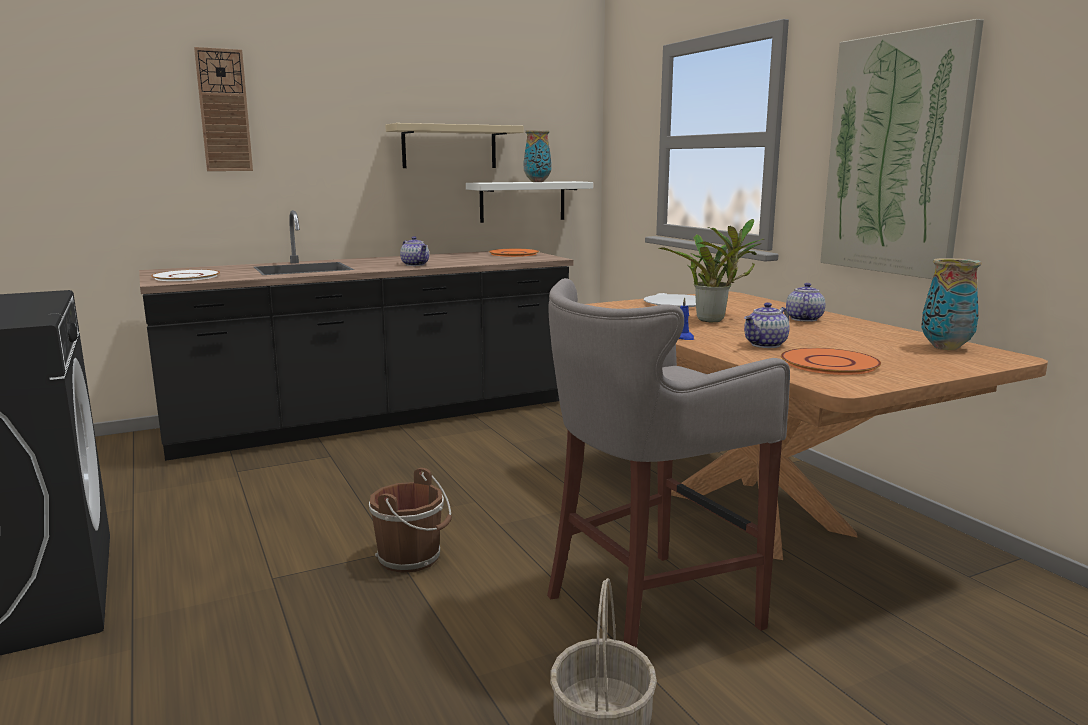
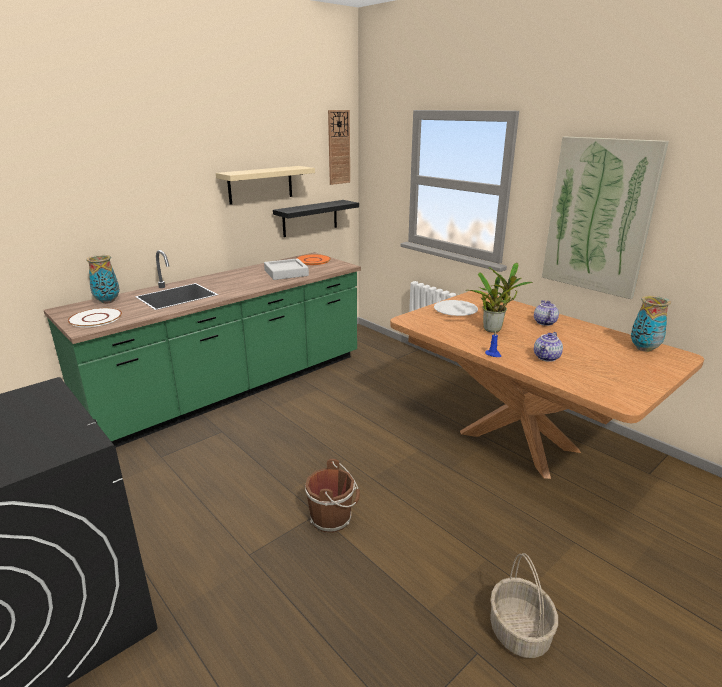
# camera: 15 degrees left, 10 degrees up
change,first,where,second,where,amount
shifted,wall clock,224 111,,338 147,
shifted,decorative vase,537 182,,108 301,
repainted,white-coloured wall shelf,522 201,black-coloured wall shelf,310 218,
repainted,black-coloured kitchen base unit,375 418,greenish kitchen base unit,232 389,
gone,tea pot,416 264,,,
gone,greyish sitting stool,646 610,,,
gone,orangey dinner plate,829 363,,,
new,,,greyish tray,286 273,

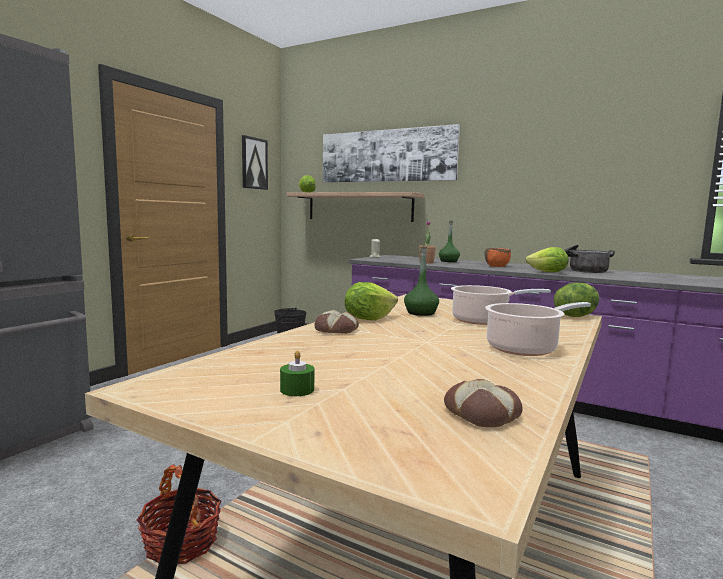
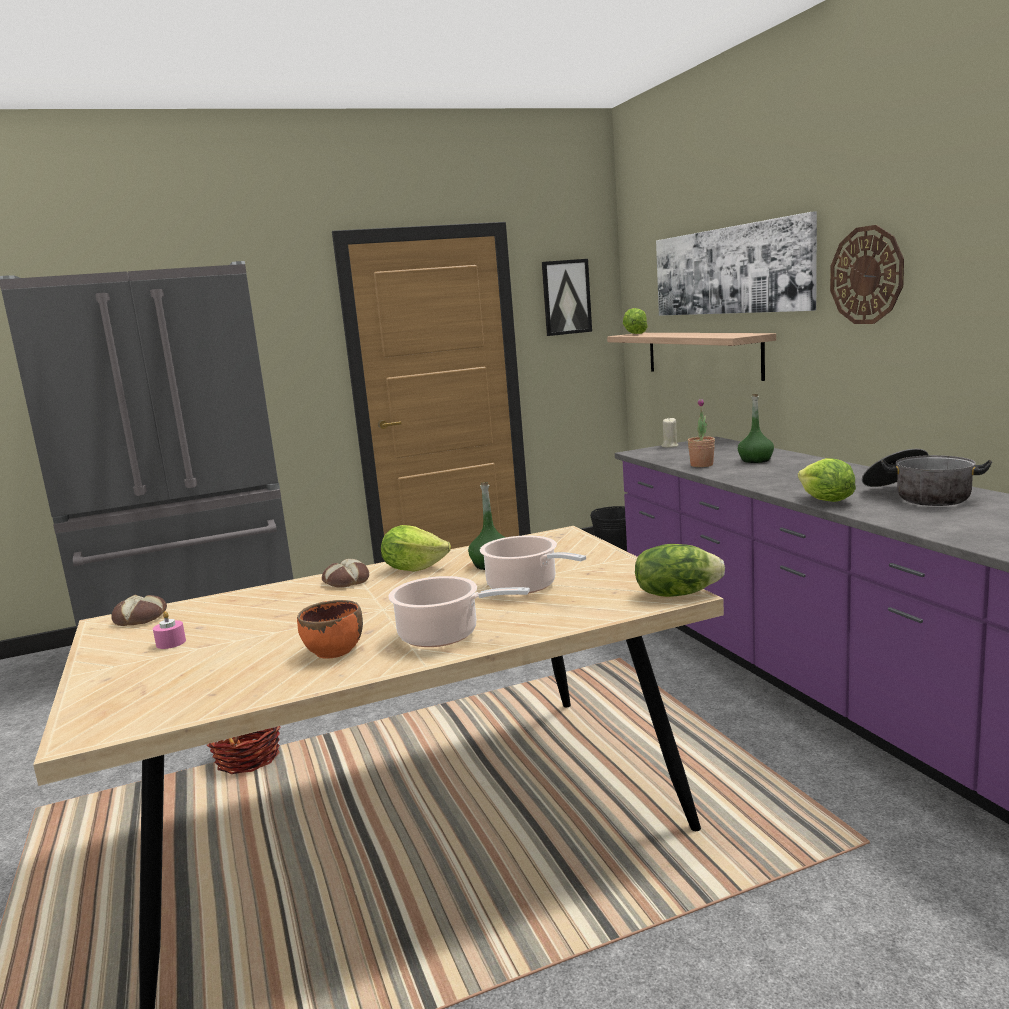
# camera: 40 degrees right, 5 degrees up
change,first,where,second,where,amount
shifted,orangey bowl,497 266,,334 651,
repainted,greenish wax light,297 390,pinkish wax light,171 643,
shifted,bakery bread,483 413,,141 618,
new,,,wall clock,866 275,

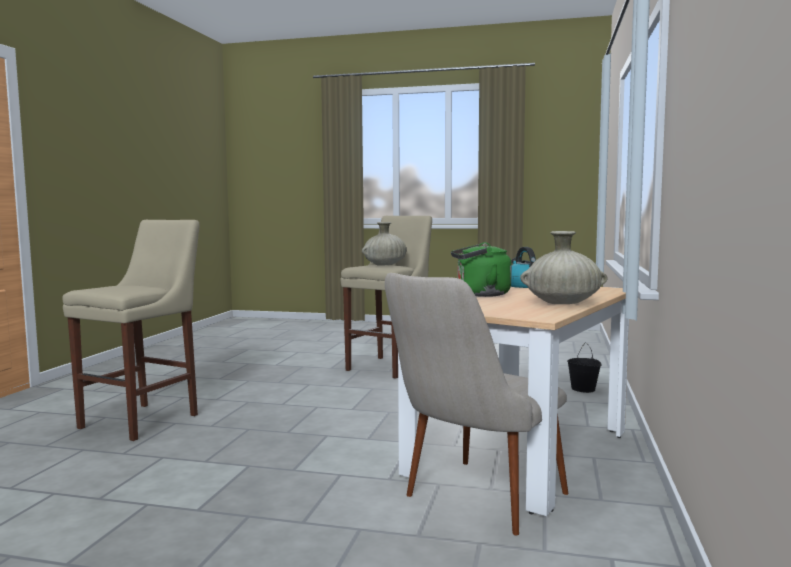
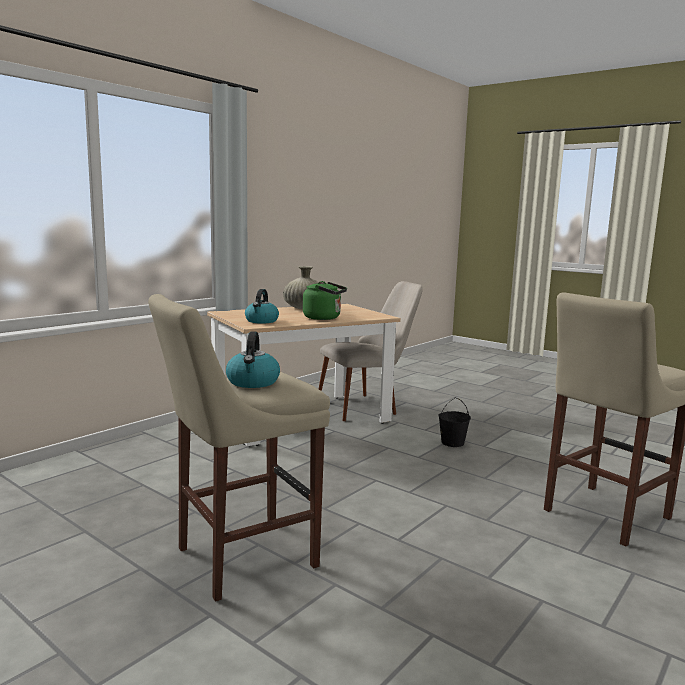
# camera: 155 degrees left, 5 degrees up
change,first,where,second,where,amount
swapped,beige-coloured decorative vase,385 265,tea kettle,253 382,
shifted,black-coloured pail,583 389,,452 442,

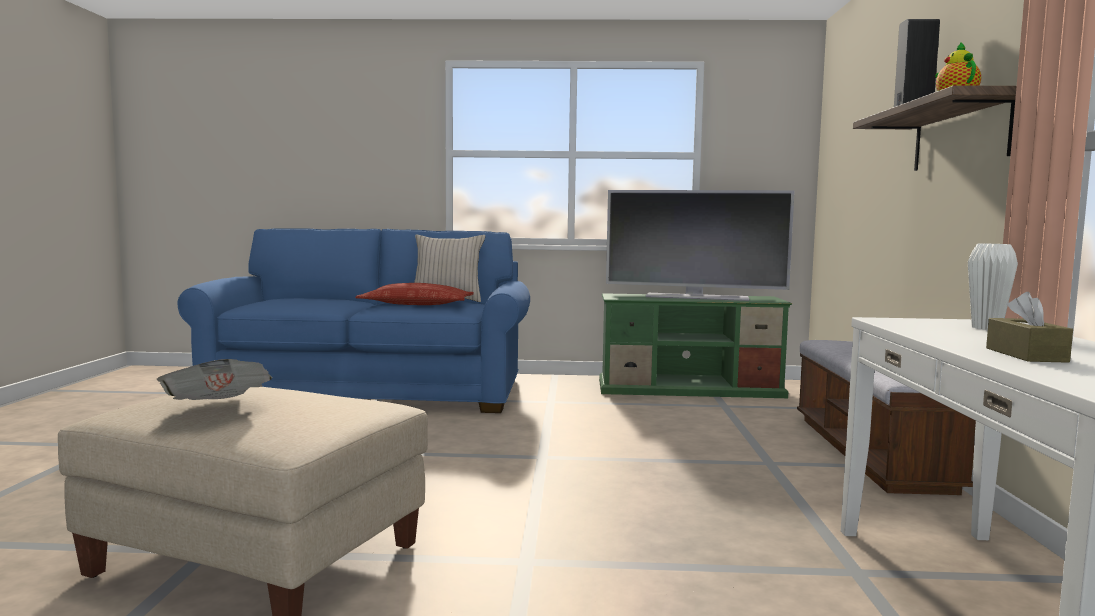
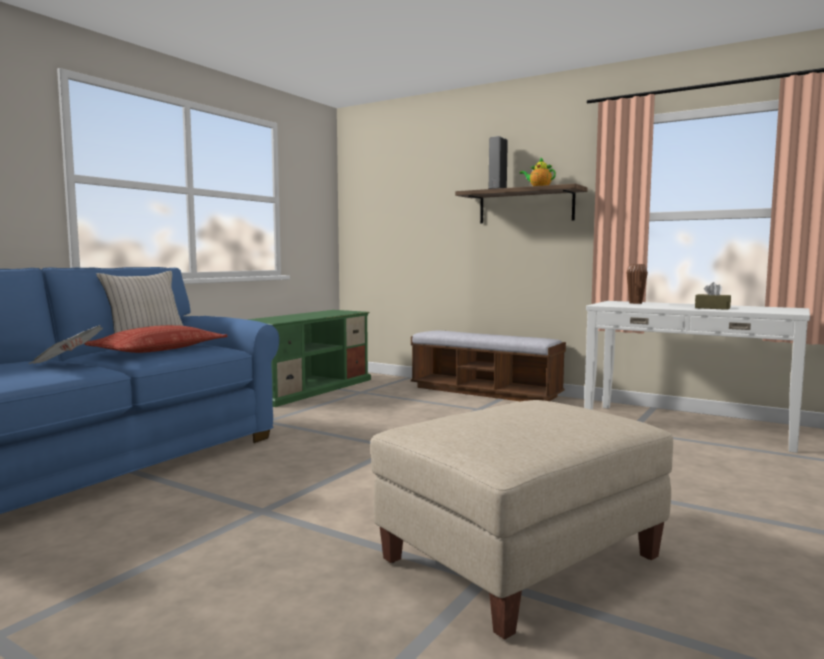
# camera: 60 degrees left, 0 degrees up
change,first,where,second,where,amount
gone,TV,696 297,,,
repainted,white-coloured decorative vase,986 328,brown decorative vase,635 303,
shifted,newspaper,218 410,,67 363,

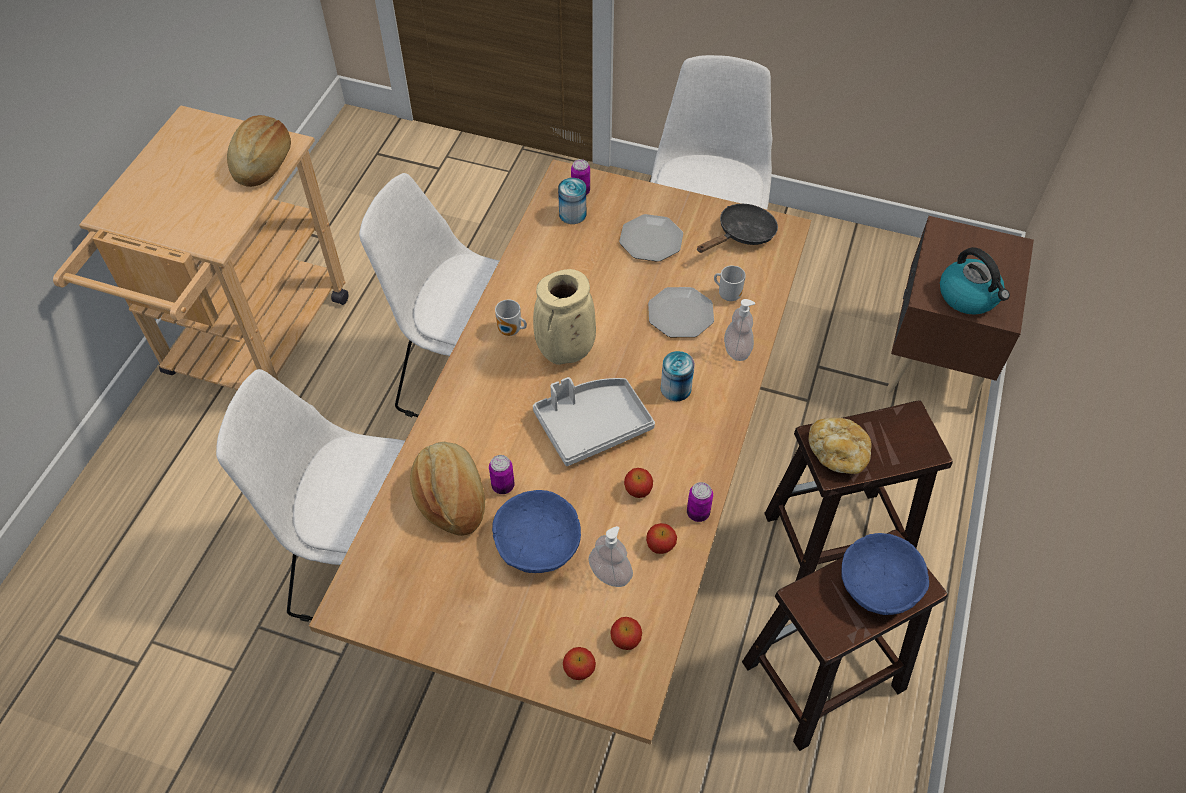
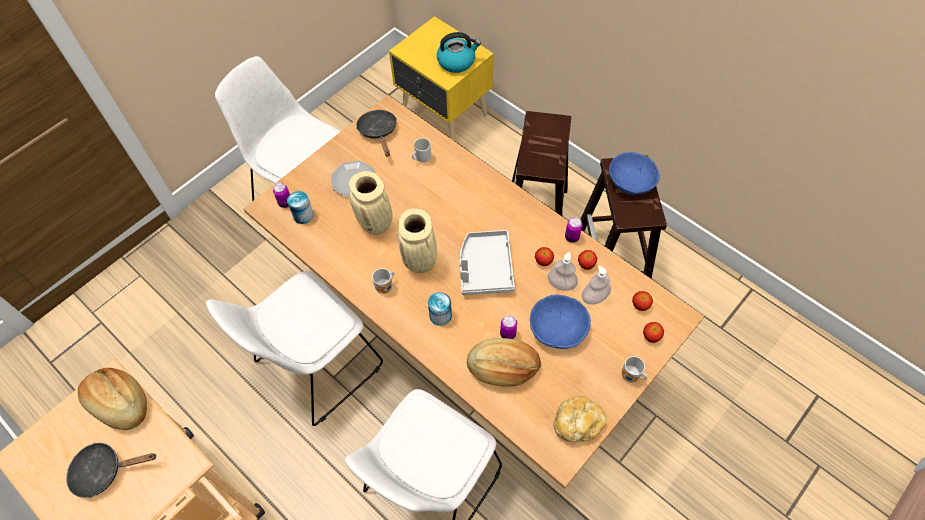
# camera: 65 degrees left, 5 degrees up
change,first,where,second,where,amount
repainted,brown bedside table,933 360,yellow-coloured bedside table,444 114,
gone,dinner plate,680 314,,,
shifted,liquid soap bottle,737 350,,561 284,
shifted,sealed can,676 388,,440 315,
shifted,bakery bread,837 454,,577 423,
new,,,beige-coloured decorative vase,376 225,
new,,,coffee mug,630 376,
new,,,black-coloured frying pan,104 471,

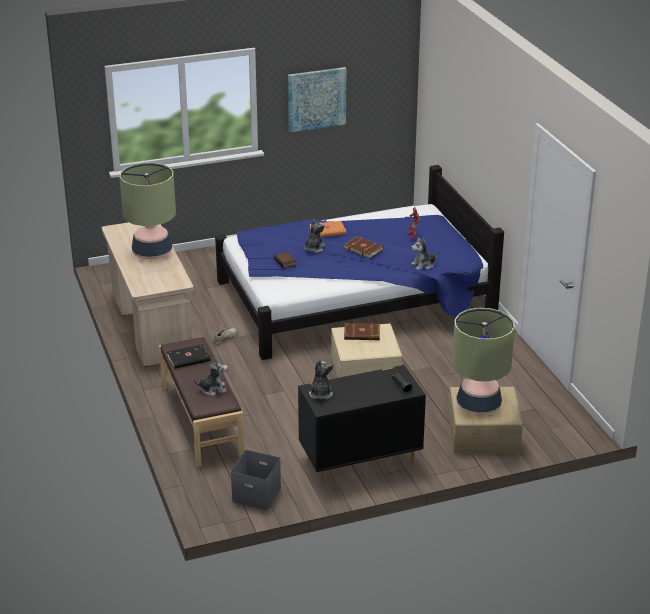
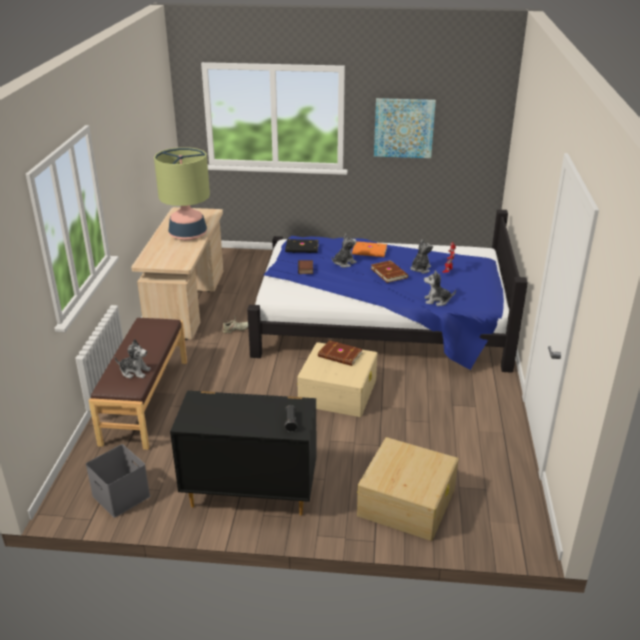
# camera: 25 degrees right, 0 degrees up
change,first,where,second,where,amount
gone,lamp for a table,478 405,,,
shifted,black-coloured volume,189 359,,302 248,
shifted,cuddly toy,320 393,,420 269,

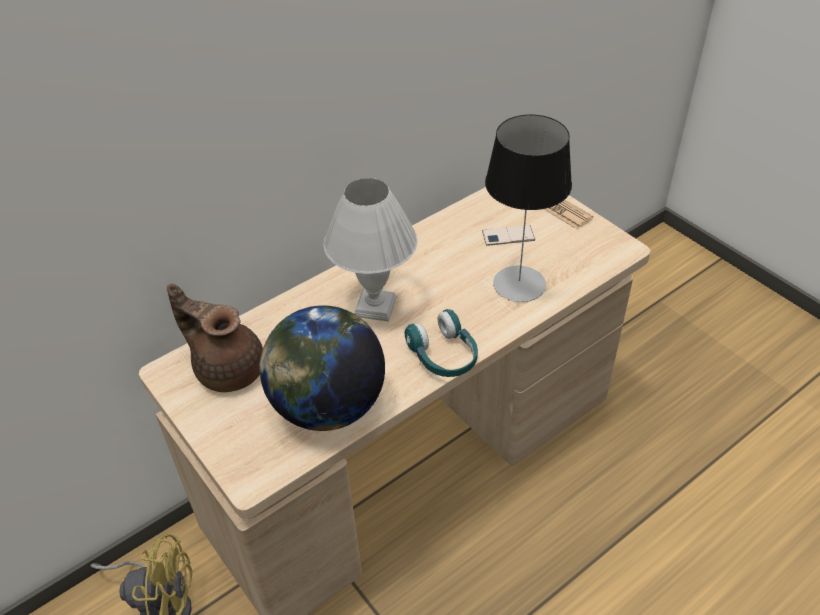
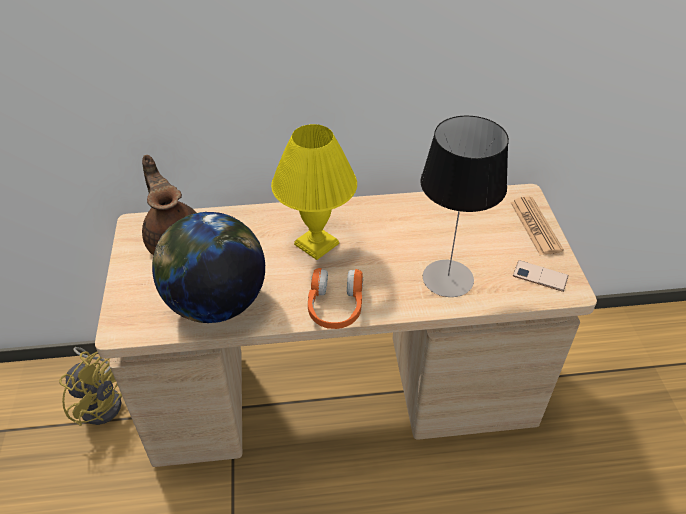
# camera: 30 degrees right, 0 degrees up
change,first,where,second,where,amount
repainted,white-coloured lamp for a table,376 306,yellow-coloured lamp for a table,317 244,
shifted,phone,508 236,,540 276,
repainted,turquoise-coloured headset,443 356,orangey headset,335 307,

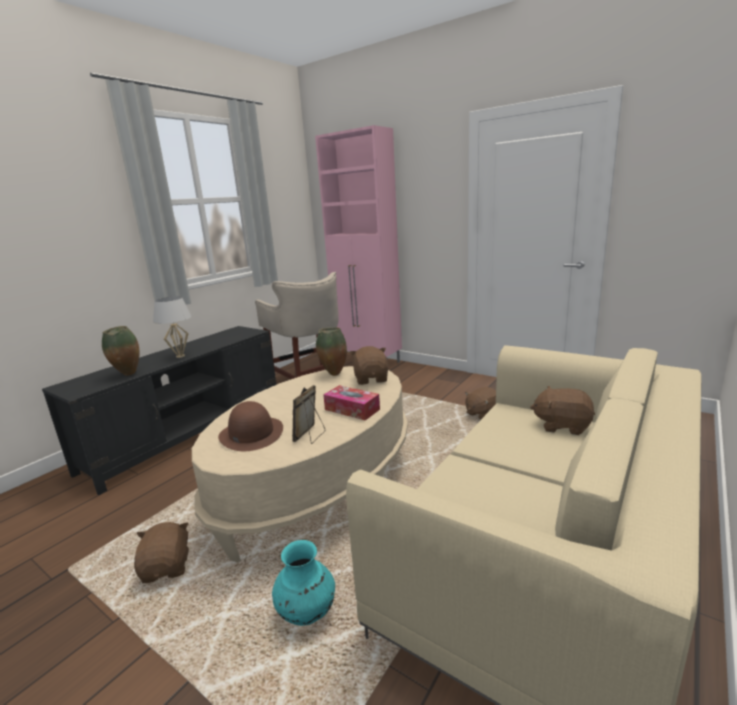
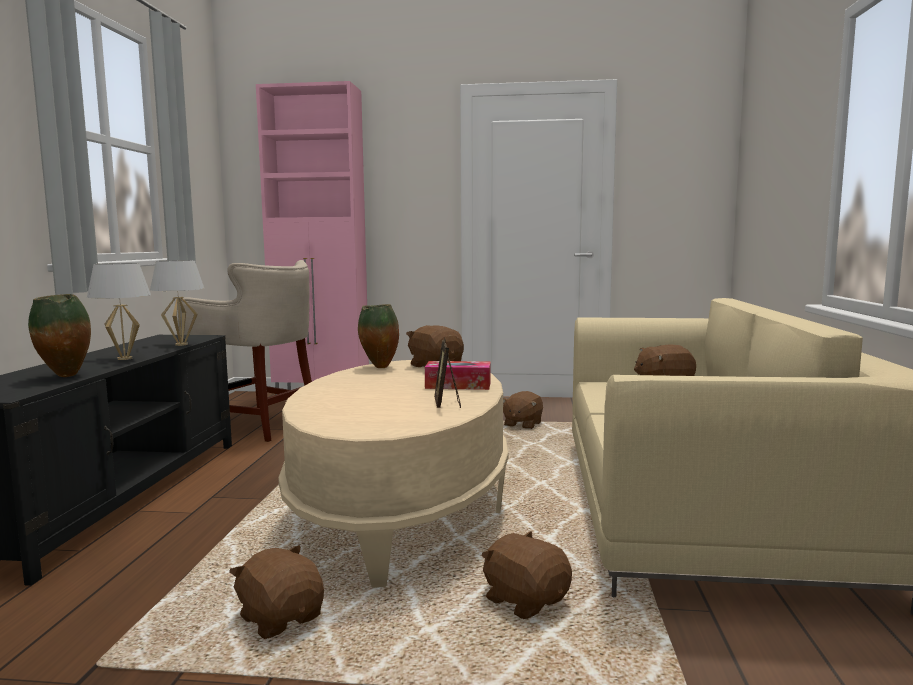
# camera: 30 degrees left, 10 degrees down
change,first,where,second,where,amount
gone,brown clothing hat,251 433,,,
swapped,turquoise-coloured decorative vase,306 612,brown cuddly toy,525 600,
new,,,white-coloured lamp for a table,181 344,

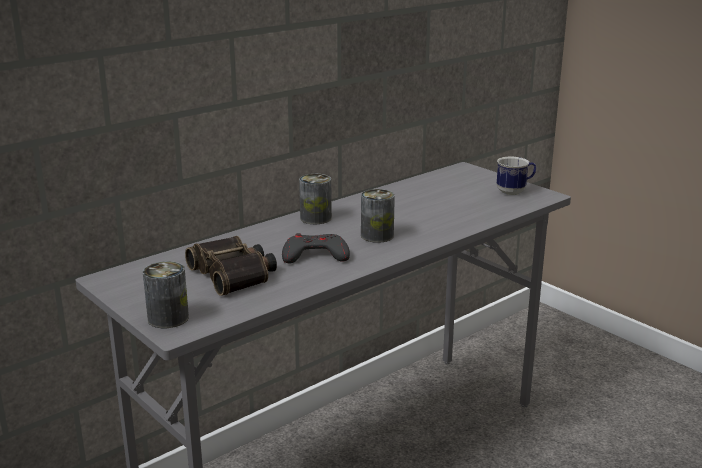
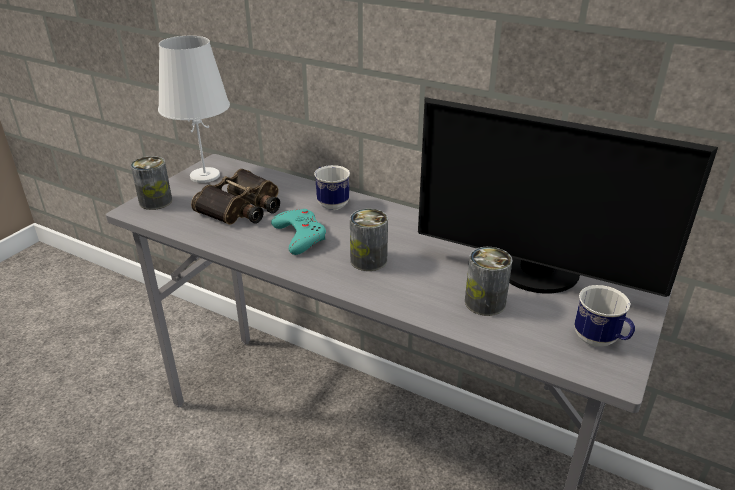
# camera: 70 degrees right, 10 degrees up
change,first,where,second,where,amount
shifted,sealed can,315 218,,485 302,
repainted,greyish joypad,315 255,turquoise-coloured joypad,300 236,
new,,,white-coloured lamp for a table,204 176,
new,,,monitor,535 274,
new,,,coffee mug,330 203,

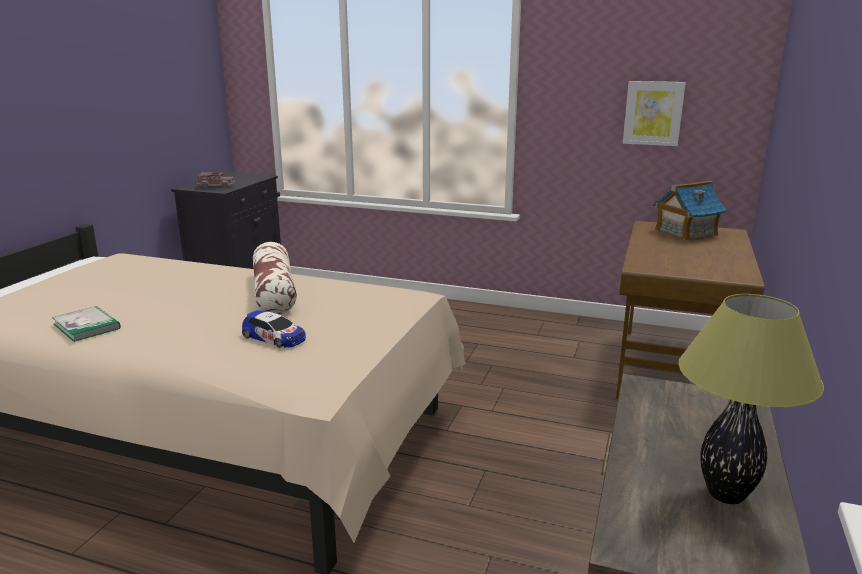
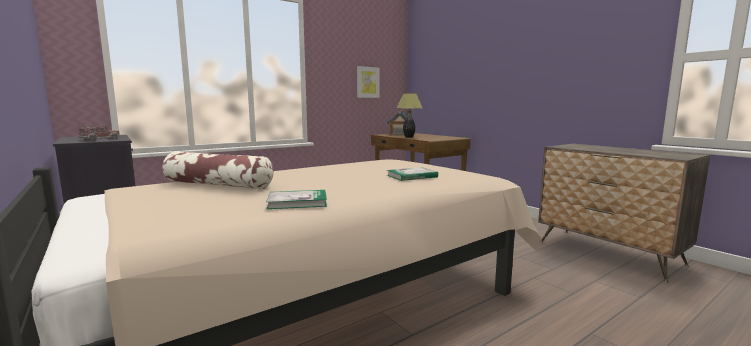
# camera: 55 degrees left, 10 degrees down
change,first,where,second,where,amount
shifted,throw pillow,274 292,,218 185,
shifted,lamp for a table,727 494,,409 137,
swapped,miniature car,274 337,volume,412 176,

